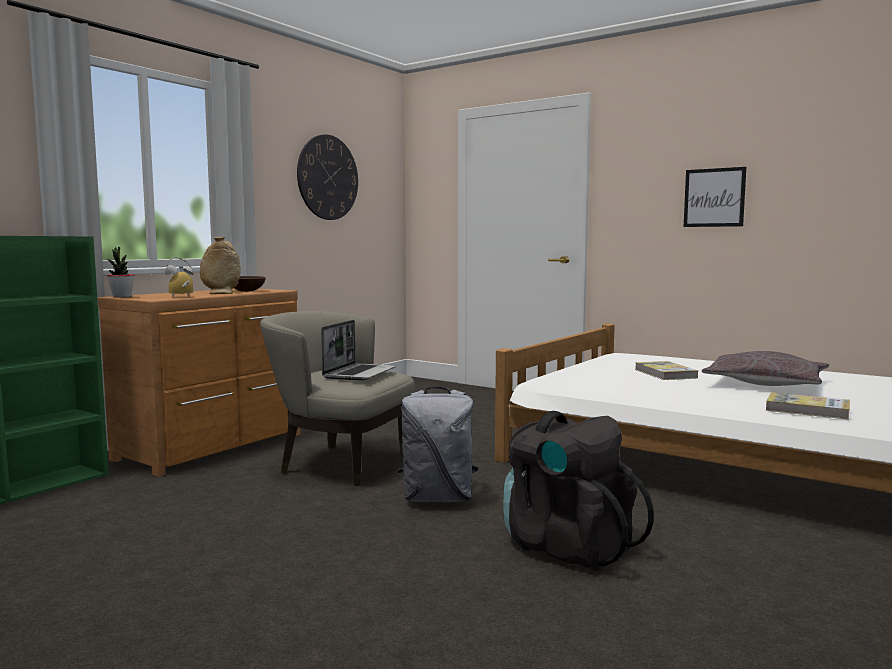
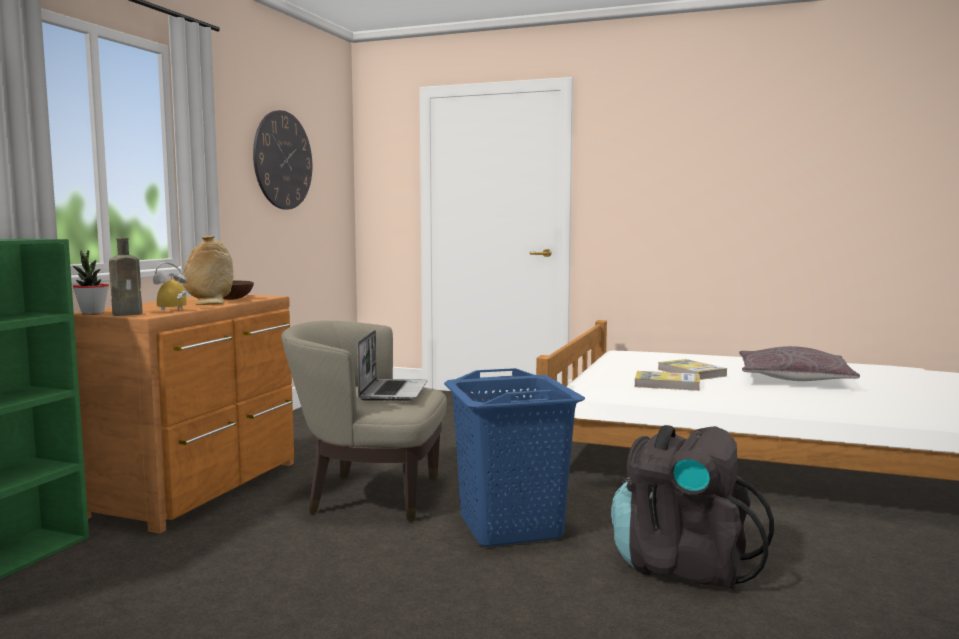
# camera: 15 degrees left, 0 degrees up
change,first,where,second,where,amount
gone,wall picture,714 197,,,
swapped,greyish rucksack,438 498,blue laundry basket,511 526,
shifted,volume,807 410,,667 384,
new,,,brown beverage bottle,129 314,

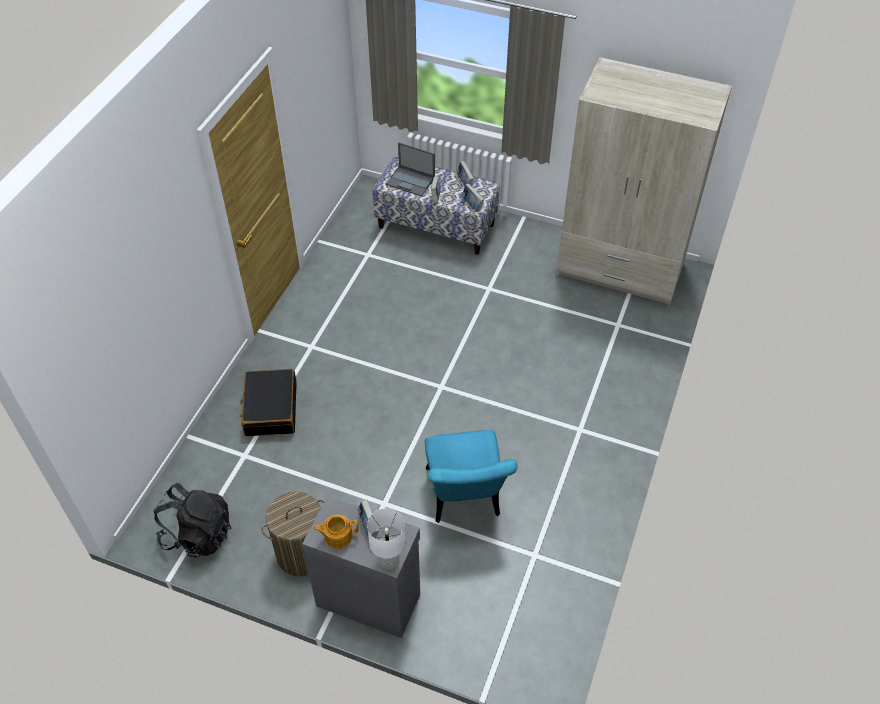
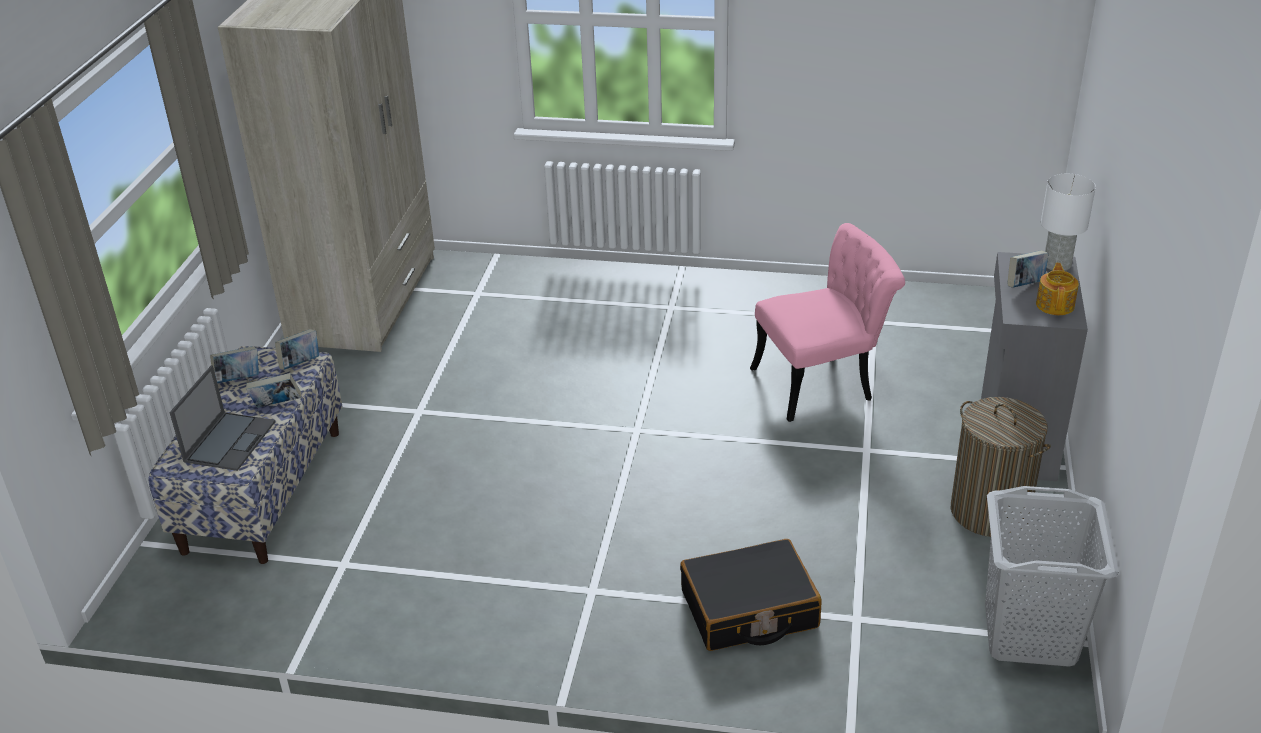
# camera: 100 degrees left, 15 degrees down
change,first,where,second,where,amount
repainted,turquoise-coloured plain chair,464 499,pinkish plain chair,823 382,
swapped,black-coloured rucksack,198 534,greyish laundry basket,1029 634,
rotated,tea pot,337 536,,1055 304,150 degrees counterclockwise

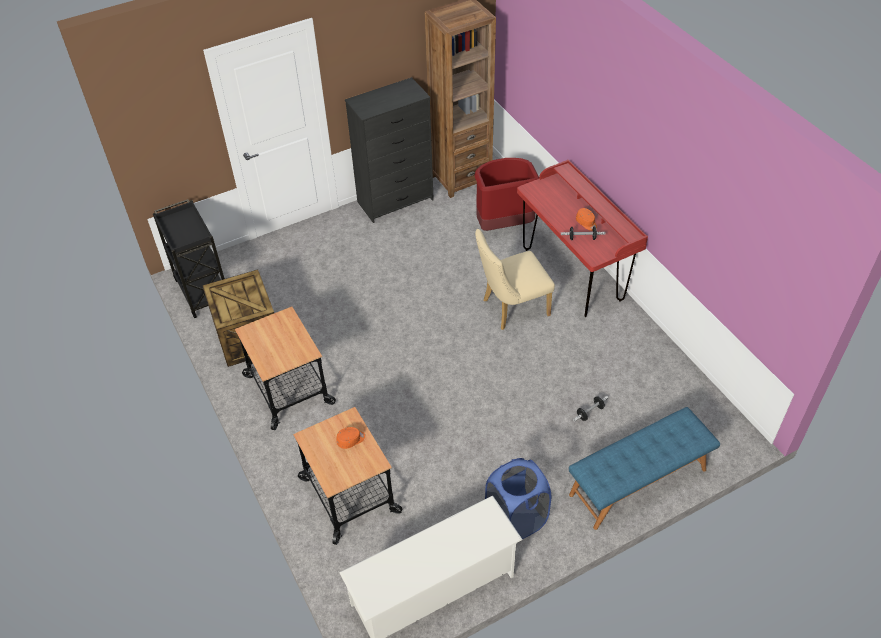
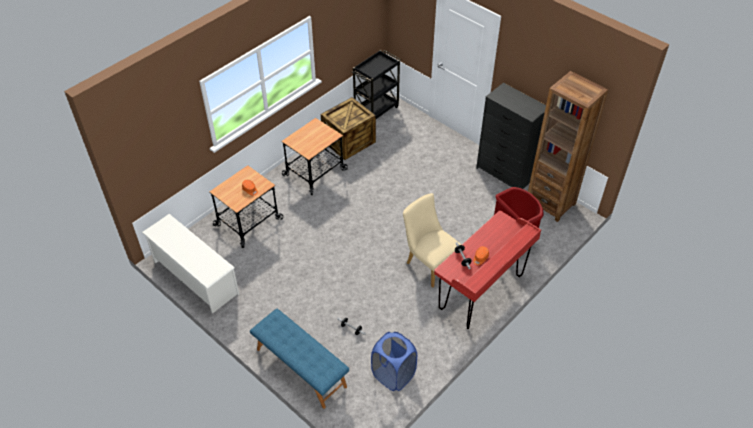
# camera: 70 degrees right, 0 degrees up
change,first,where,second,where,amount
shifted,blue laundry basket,516 520,,393 375,

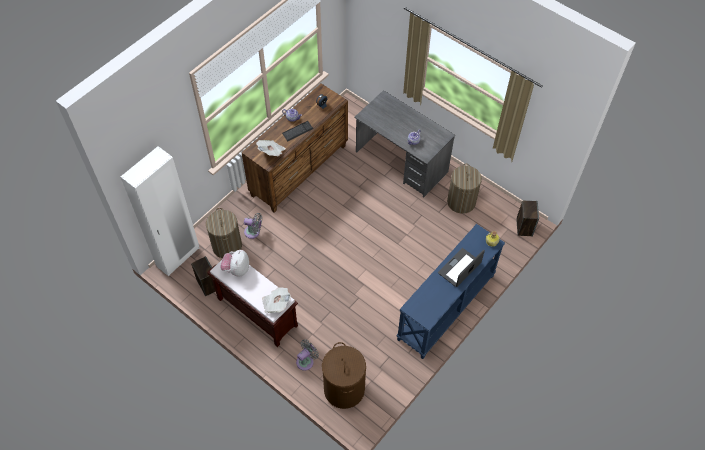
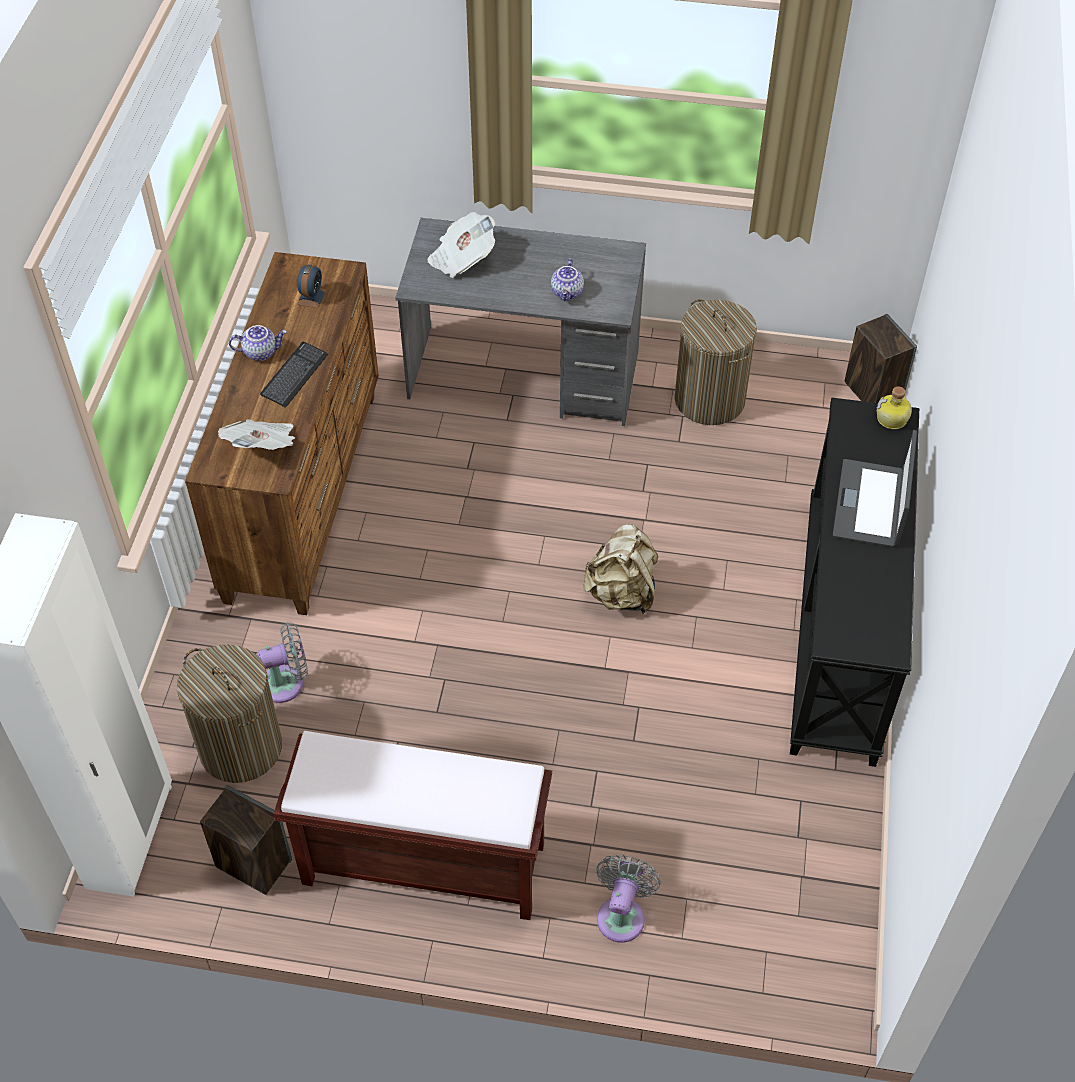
# camera: 30 degrees left, 5 degrees down
change,first,where,second,where,amount
repainted,blue hall table,446 308,black-coloured hall table,843 631,
gone,cuddly toy,237 269,,,
shifted,newspaper,276 303,,462 258,
gone,brown laundry basket,344 389,,,
new,,,beige-coloured rucksack,622 593,

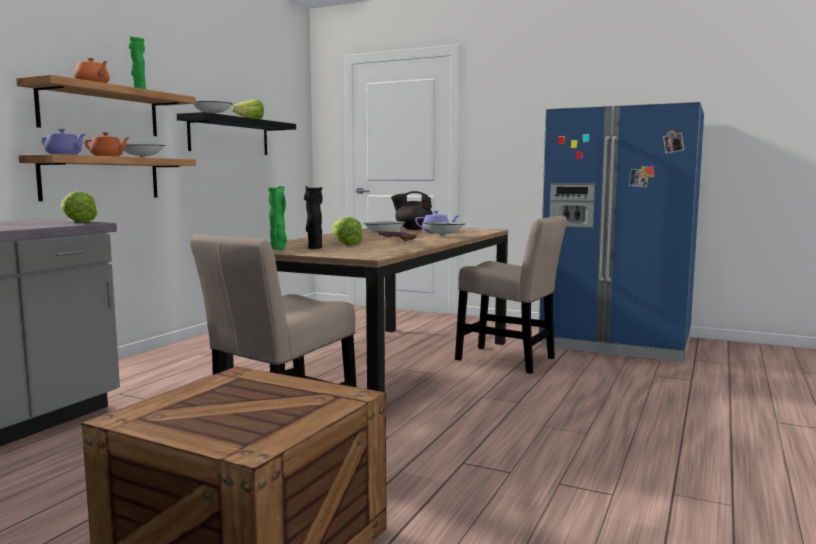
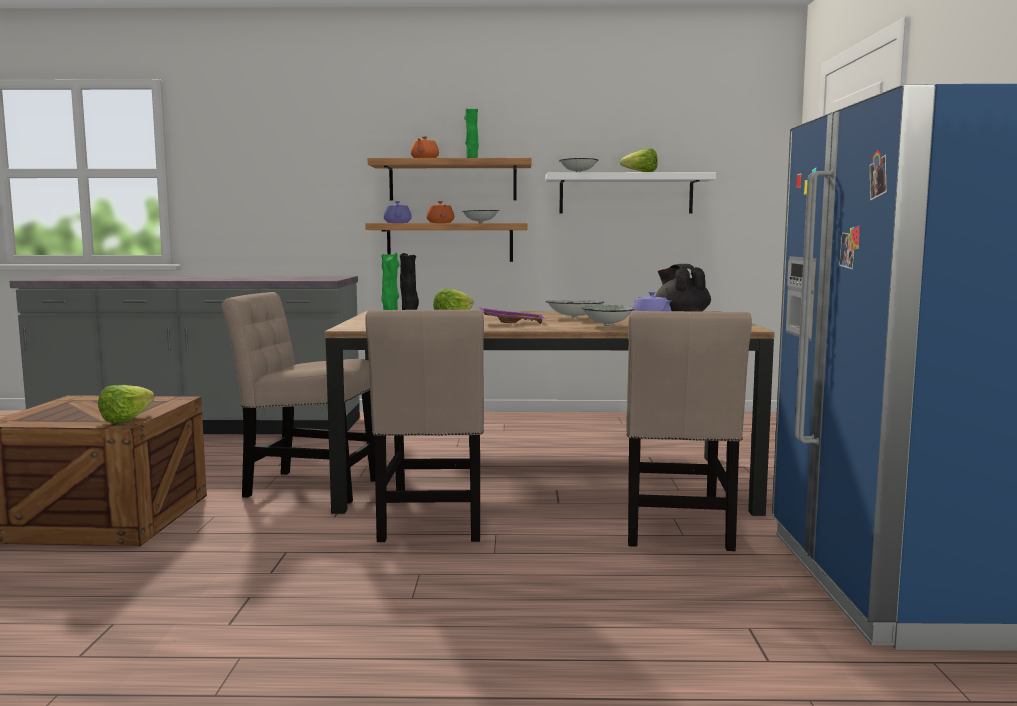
# camera: 65 degrees right, 0 degrees up
change,first,where,second,where,amount
repainted,black-coloured wall shelf,229 136,white-coloured wall shelf,626 194,
shifted,lettuce,76 222,,132 419,
new,,,beige-coloured plain chair,432 522,

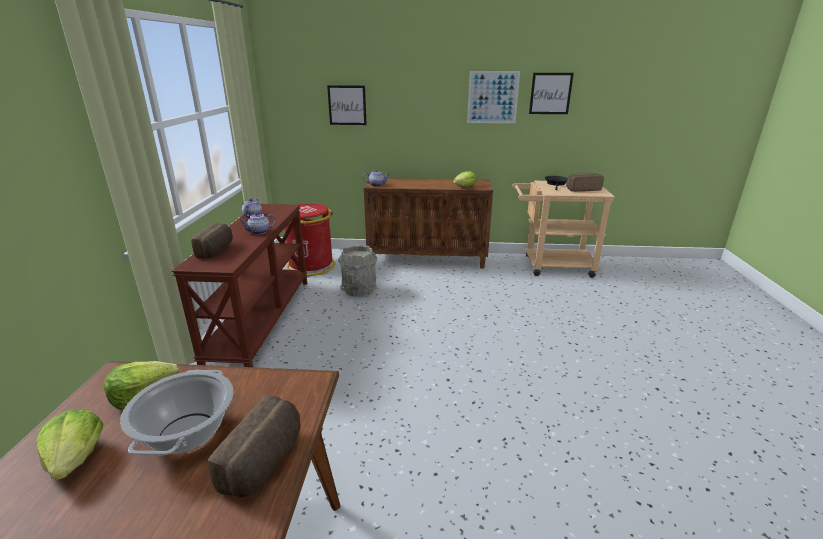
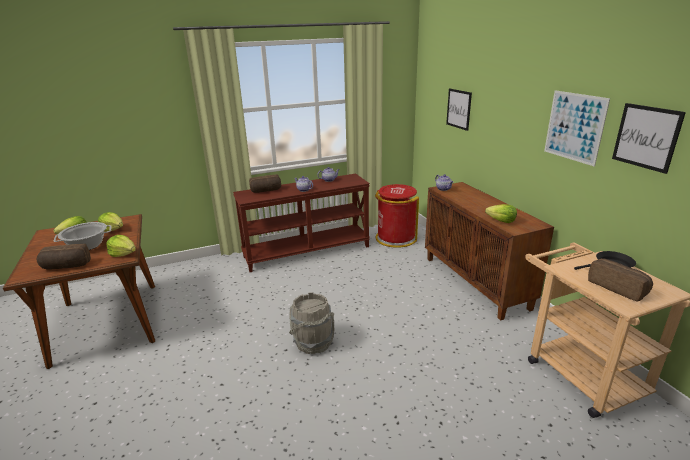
# camera: 65 degrees right, 0 degrees up
change,first,where,second,where,amount
shifted,greyish pail,359 289,,313 342,
new,,,lettuce,123 254,

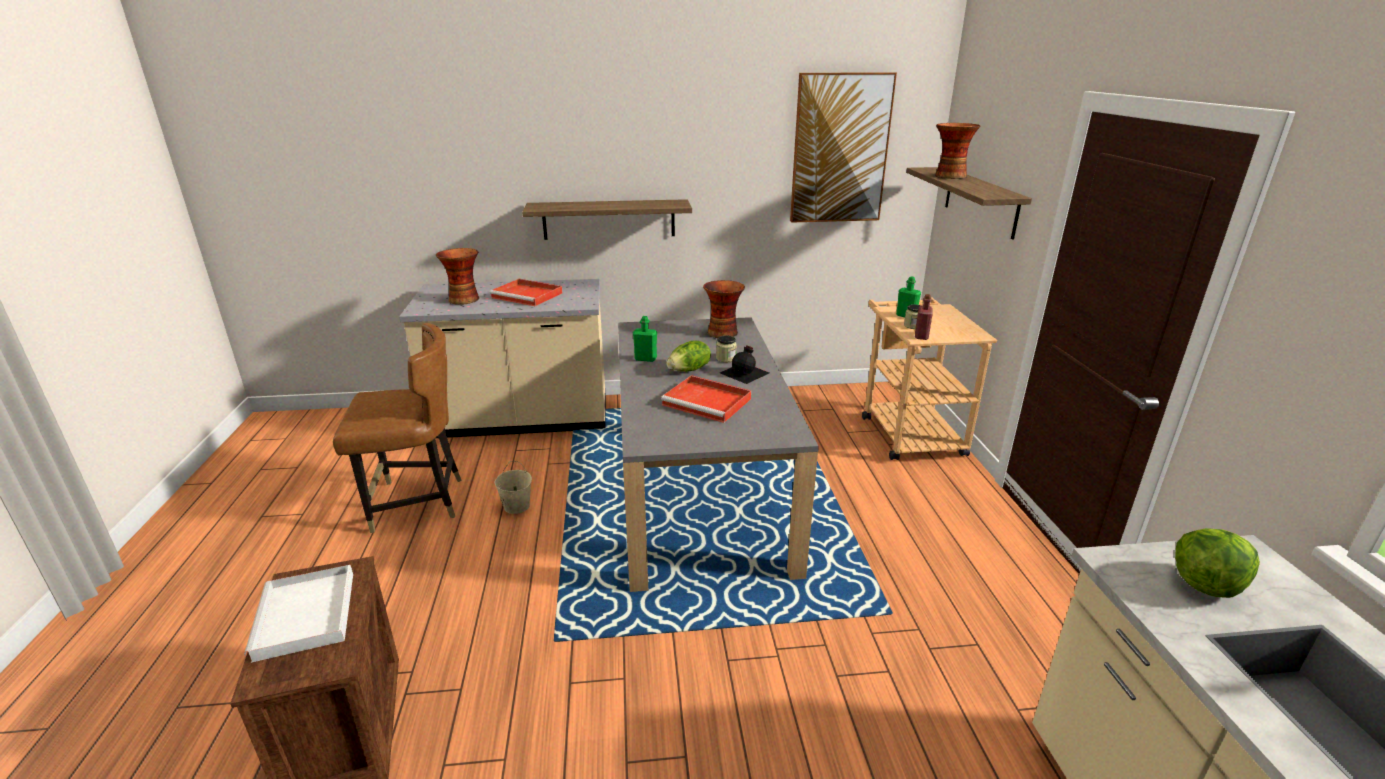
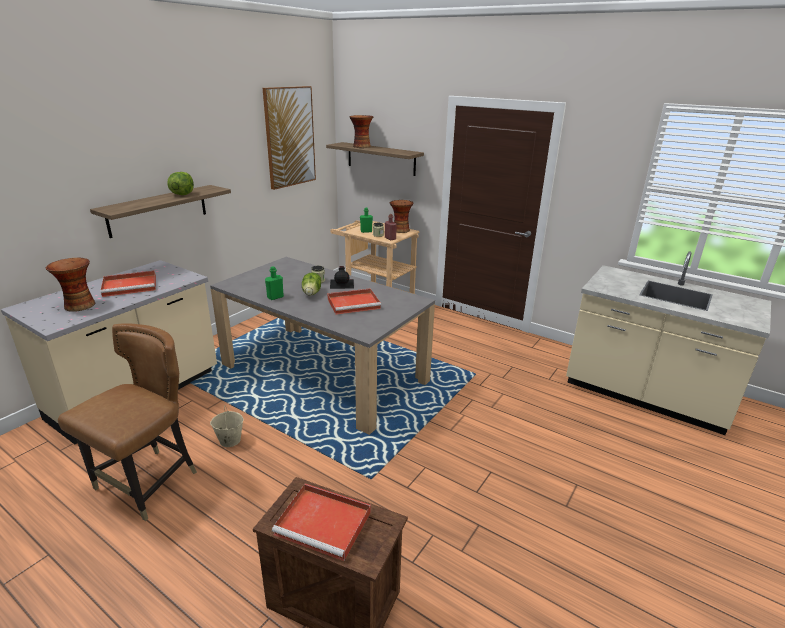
# camera: 50 degrees left, 0 degrees up
change,first,where,second,where,amount
shifted,decorative vase,722 332,,400 230,
shifted,lettuce,1205 584,,182 194,
repainted,white-coloured tray,306 616,red tray,325 523,

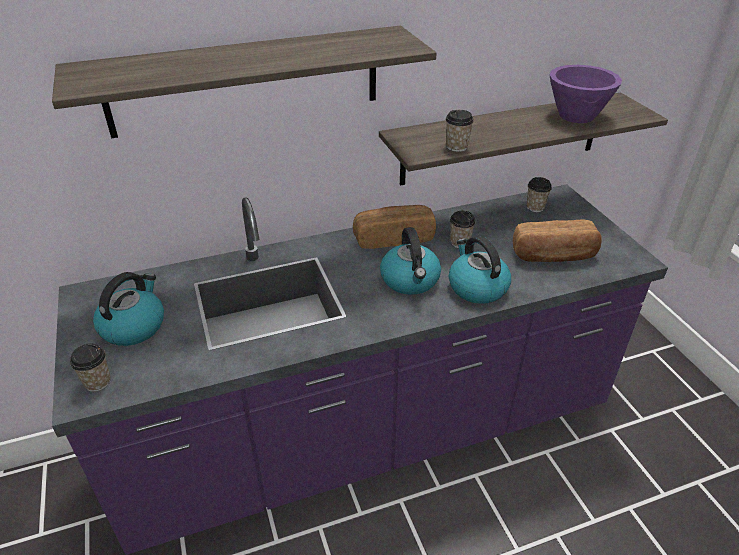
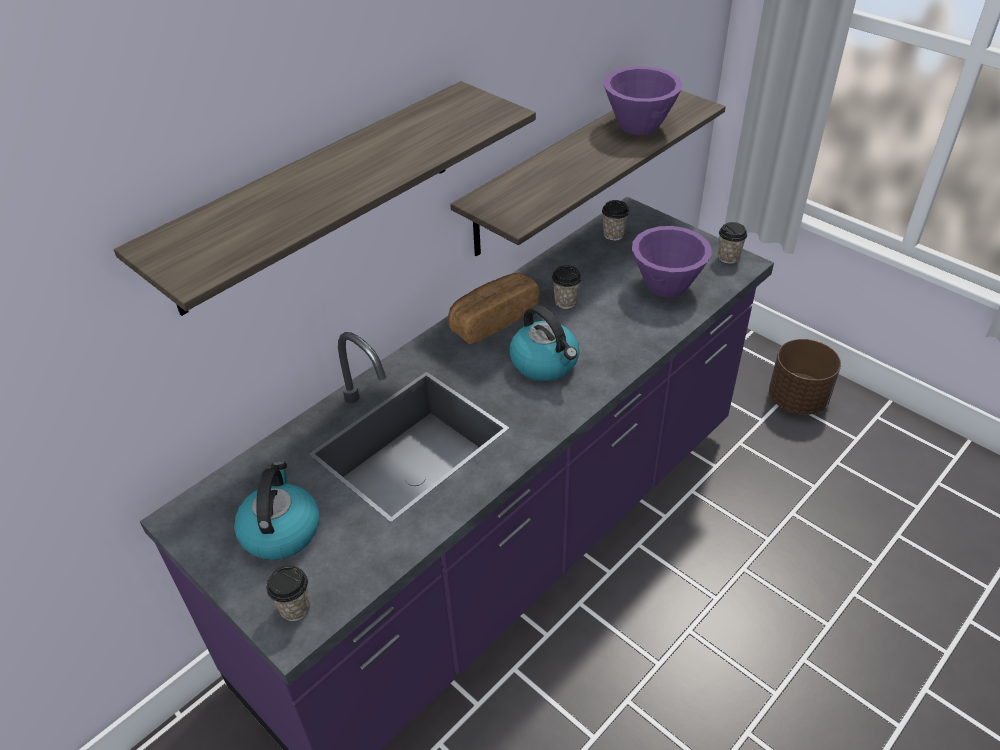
# camera: 25 degrees left, 5 degrees up
change,first,where,second,where,amount
shifted,small cup,456 147,,728 257,
swapped,bakery bread,553 255,purplish bowl,666 285,
gone,tea kettle,476 287,,,
new,,,brown flower pot,797 399,

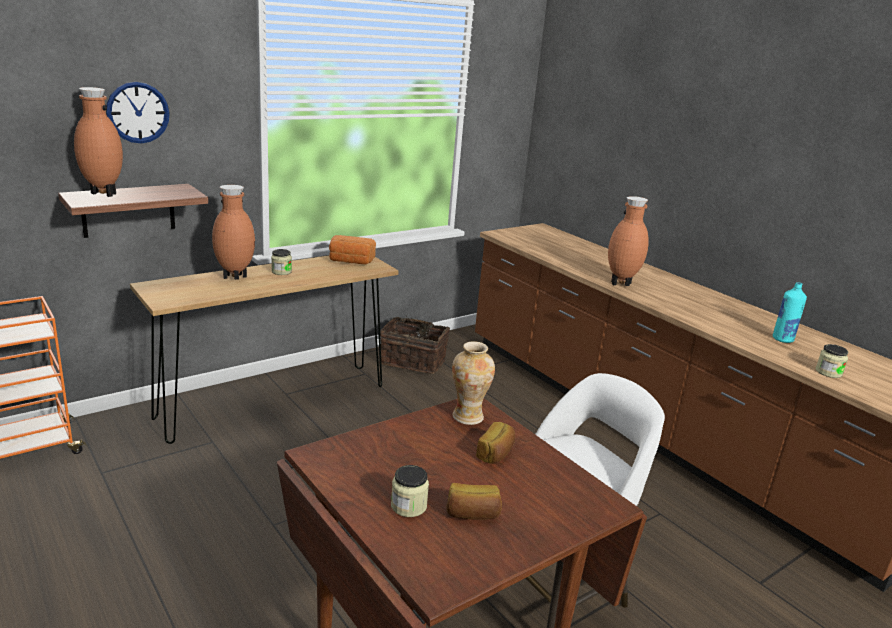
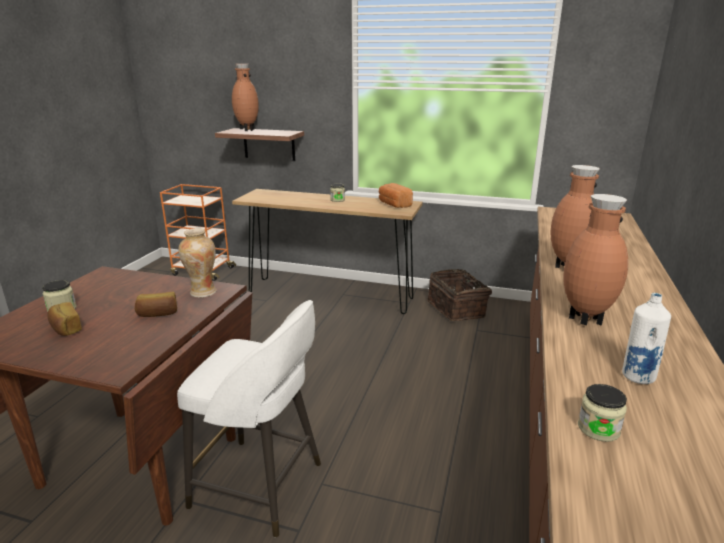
# camera: 55 degrees right, 0 degrees up
change,first,where,second,where,amount
gone,wall clock,138 112,,,
shifted,brown decorative vase,235 277,,584 321,
repainted,turquoise-coloured beverage bottle,782 339,white-coloured beverage bottle,637 376,

